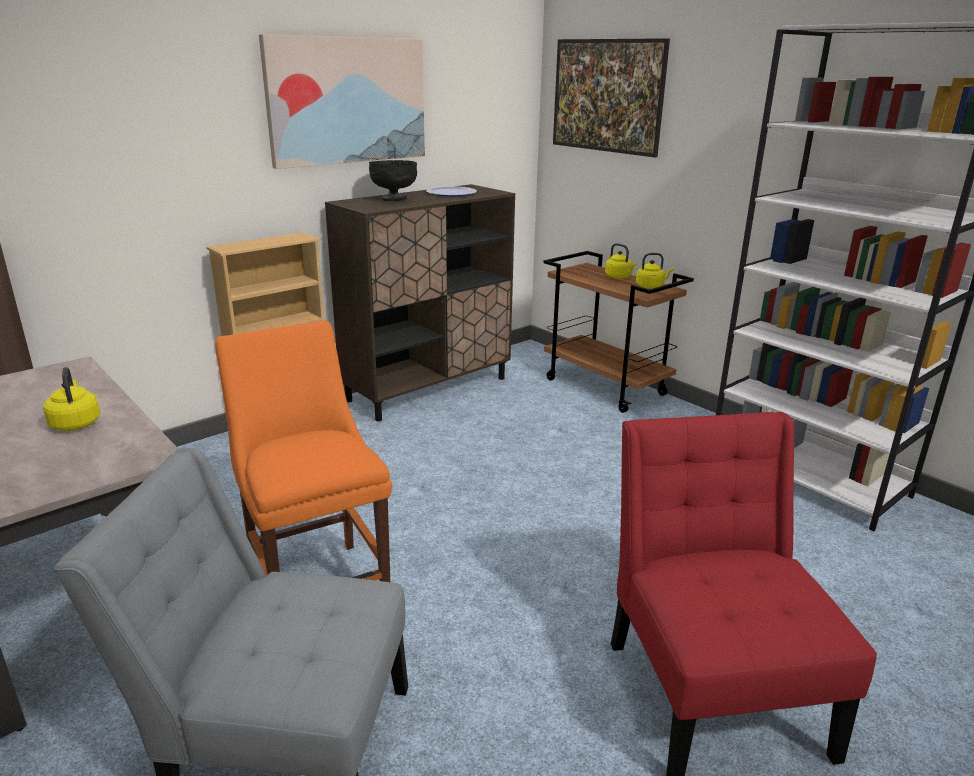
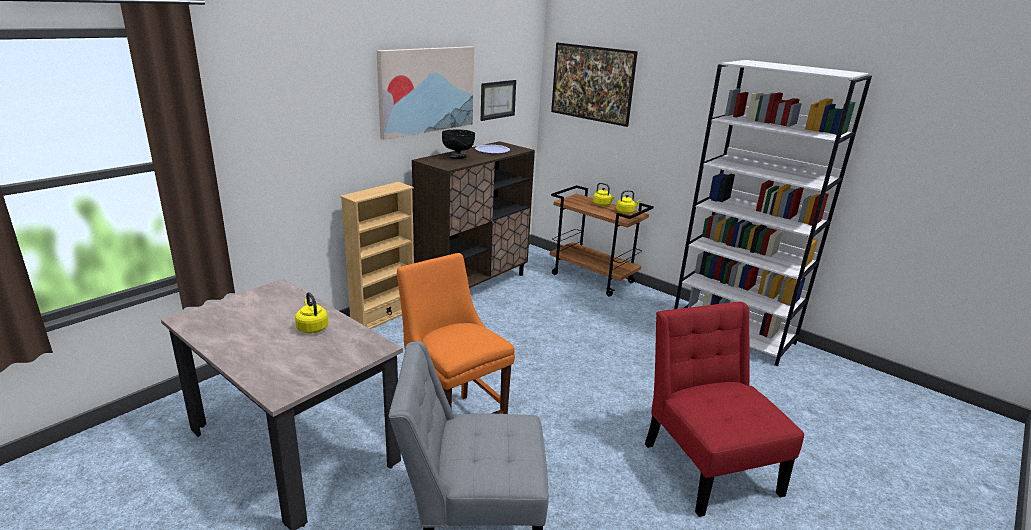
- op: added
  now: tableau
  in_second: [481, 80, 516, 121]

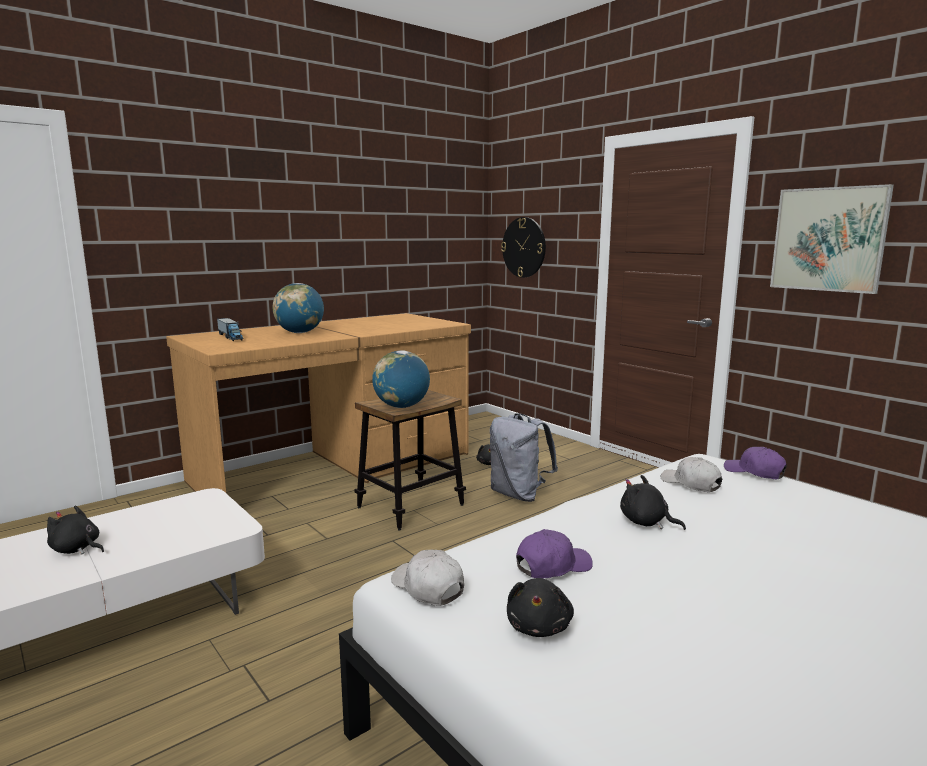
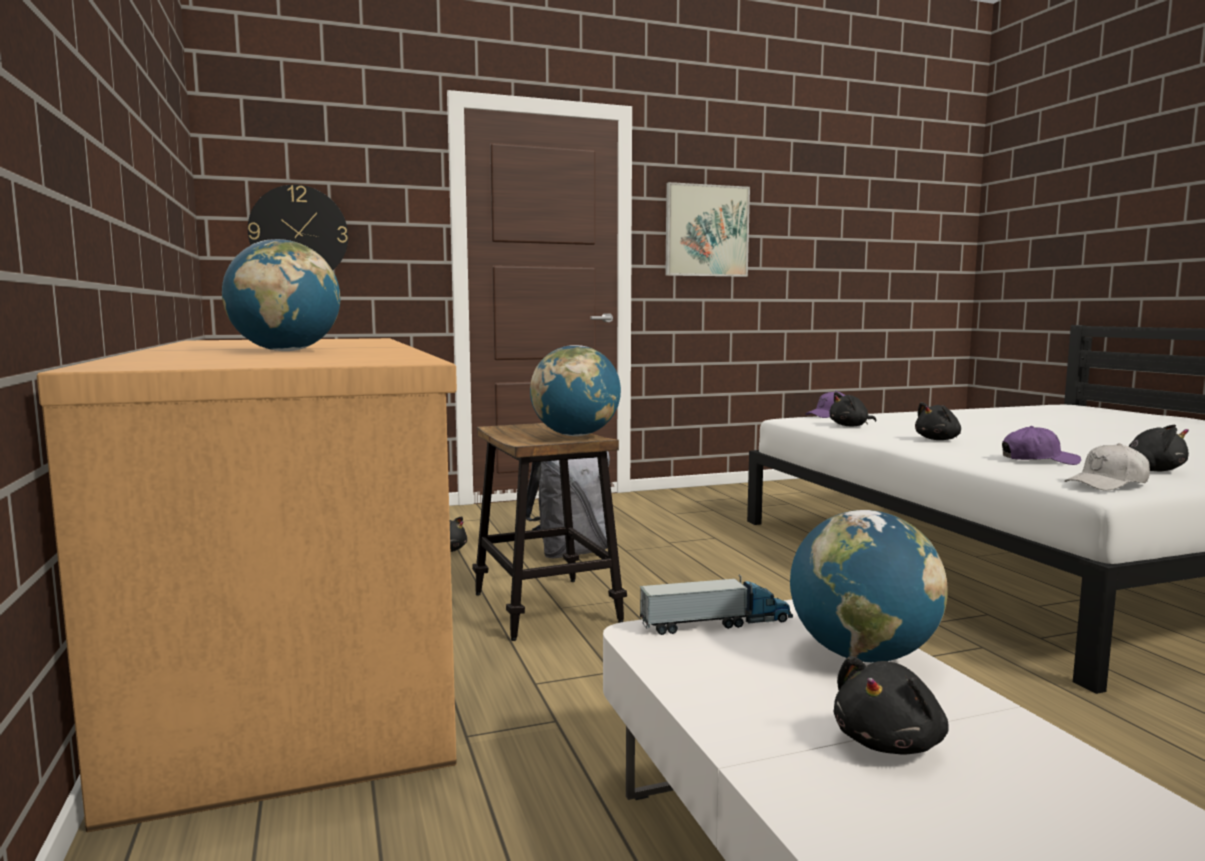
- op: moved
  was: camion jouet
  in_first: [217, 318, 243, 341]
  in_second: [639, 575, 793, 635]
- op: added
  now: globe
  in_second: [790, 510, 948, 662]
- op: replaced
  was: casquette (blanc)
  now: peluche (noir)
  in_first: [660, 457, 722, 492]
  in_second: [829, 392, 876, 426]
- op: turned
  was: casquette (violet)
  in_first: [516, 529, 593, 578]
  in_second: [1002, 426, 1081, 465]
  clockwise: 105

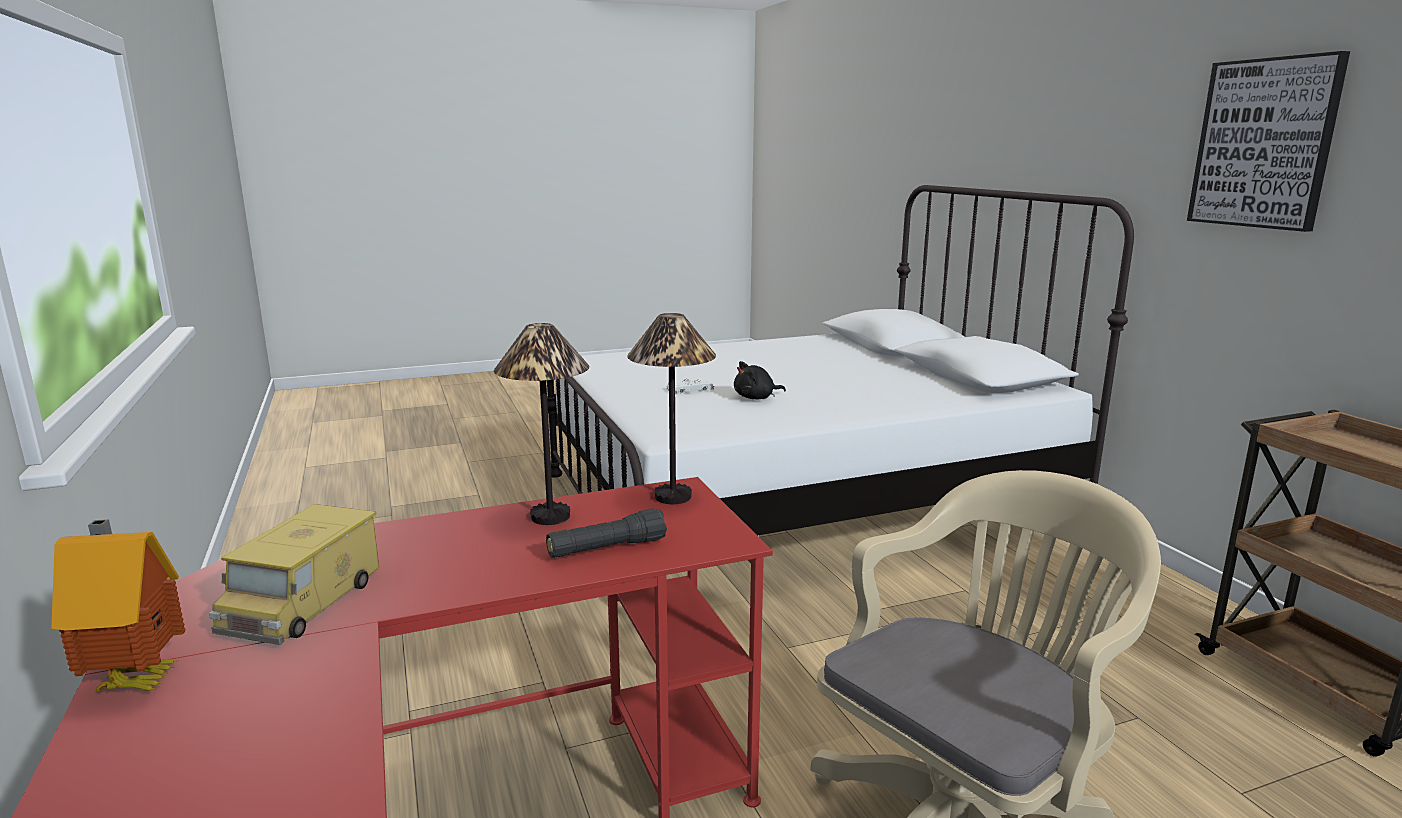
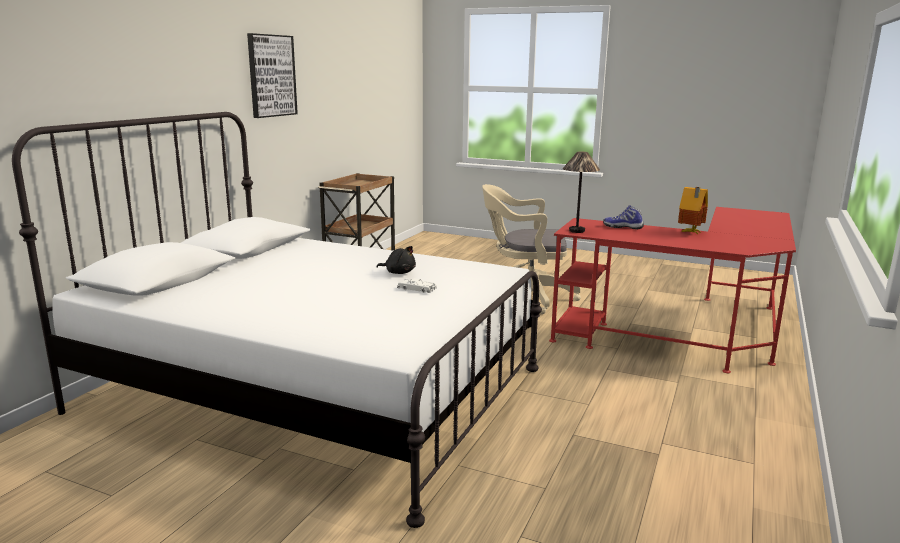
- op: replaced
  was: lampe de poche (noir)
  now: chaussure
  in_first: [546, 508, 667, 558]
  in_second: [603, 205, 644, 229]
- op: moved
  was: maison miniature
  in_first: [51, 519, 185, 693]
  in_second: [678, 187, 708, 235]
- op: removed
  was: camion jouet
  in_first: [209, 504, 379, 645]
- op: removed
  was: lampe de table
  in_first: [494, 323, 589, 525]

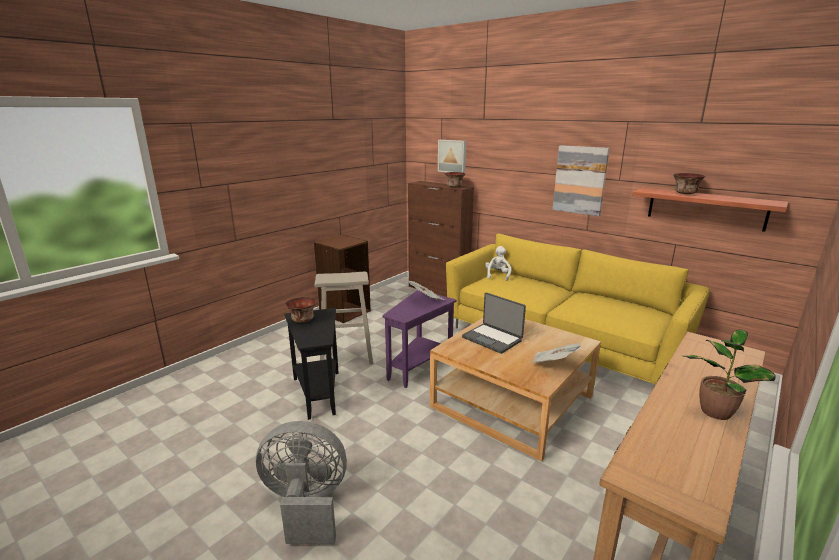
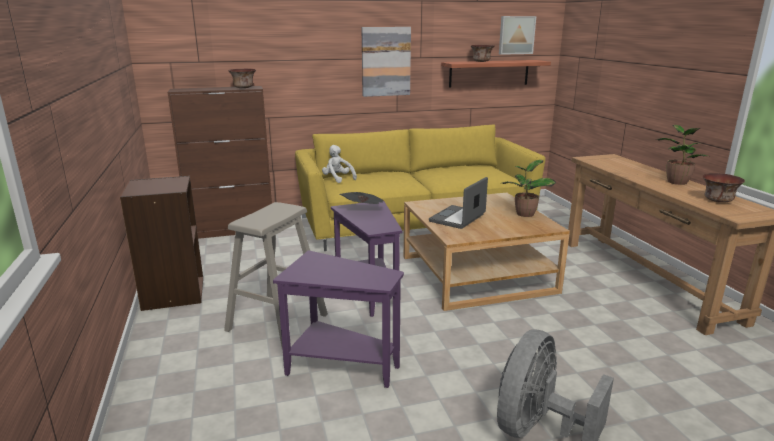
- op: recoloured
  was: table d'appoint (noir)
  now: table d'appoint (violet)
  in_first: [284, 308, 339, 420]
  in_second: [273, 251, 404, 388]
- op: turned
  was: ordinateur portable
  in_first: [462, 292, 526, 354]
  in_second: [429, 177, 488, 229]
  clockwise: 135
- op: moved
  was: tableau
  in_first: [438, 140, 466, 173]
  in_second: [499, 16, 536, 55]
- op: replaced
  was: journal
  now: plante en pot
  in_first: [531, 343, 581, 363]
  in_second: [502, 160, 556, 217]
- op: moved
  was: bol
  in_first: [285, 297, 316, 323]
  in_second: [703, 173, 745, 203]

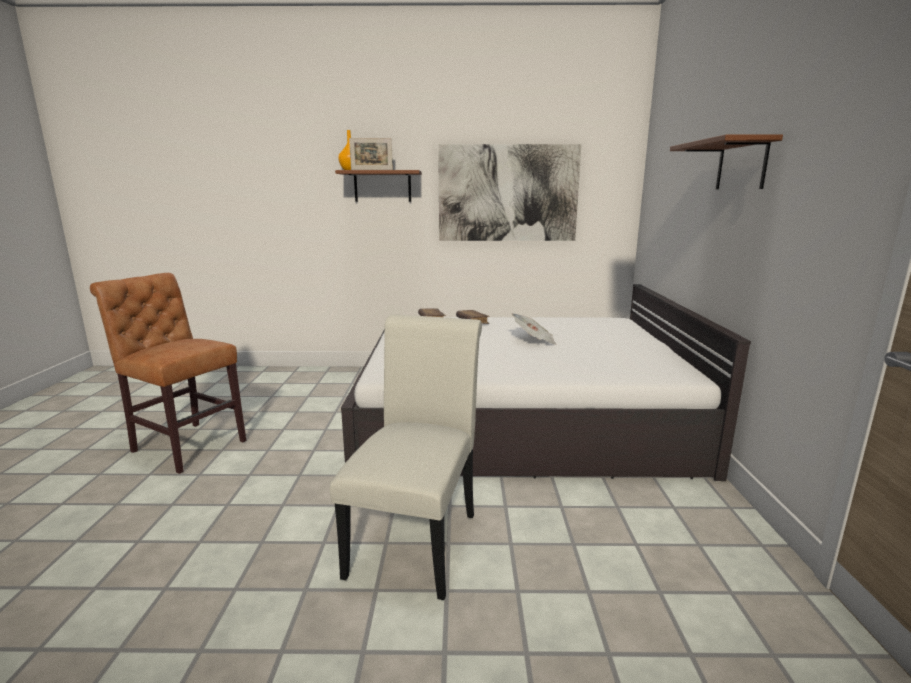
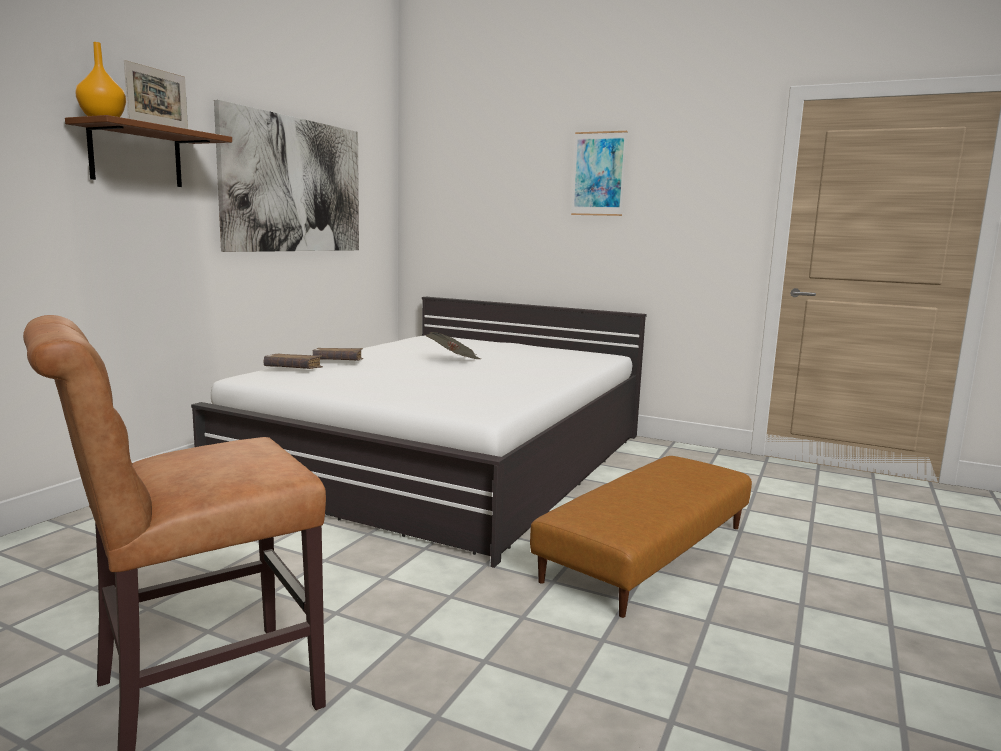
- op: replaced
  was: chaise (blanc)
  now: pouf (marron)
  in_first: [329, 314, 482, 600]
  in_second: [530, 456, 752, 618]
- op: replaced
  was: étagère (marron)
  now: tableau
  in_first: [670, 134, 783, 189]
  in_second: [571, 131, 627, 216]

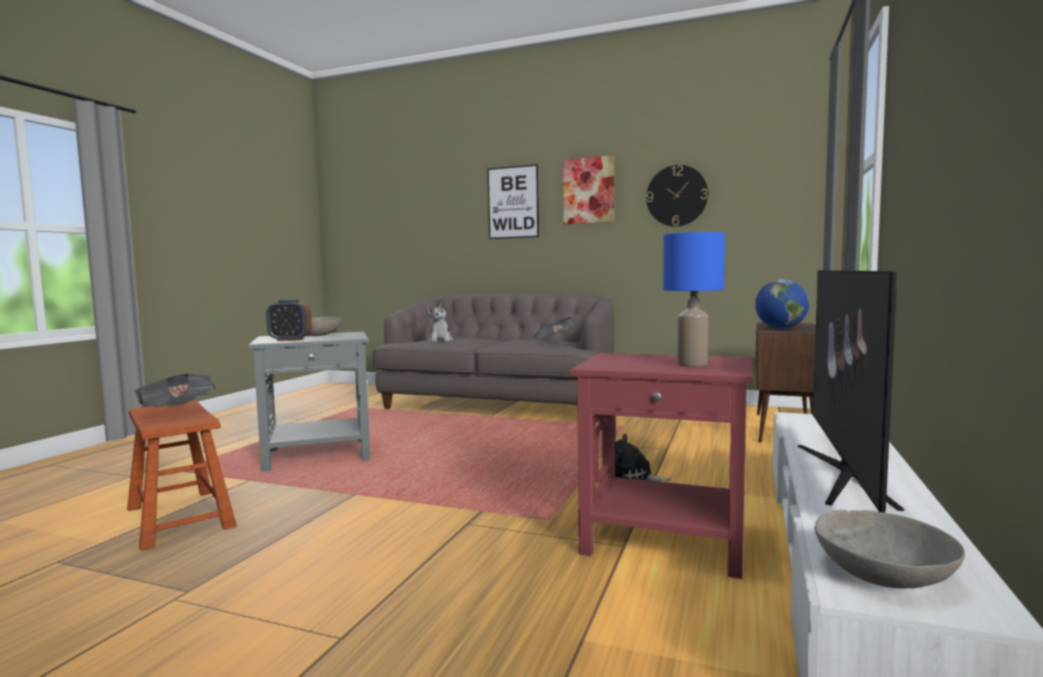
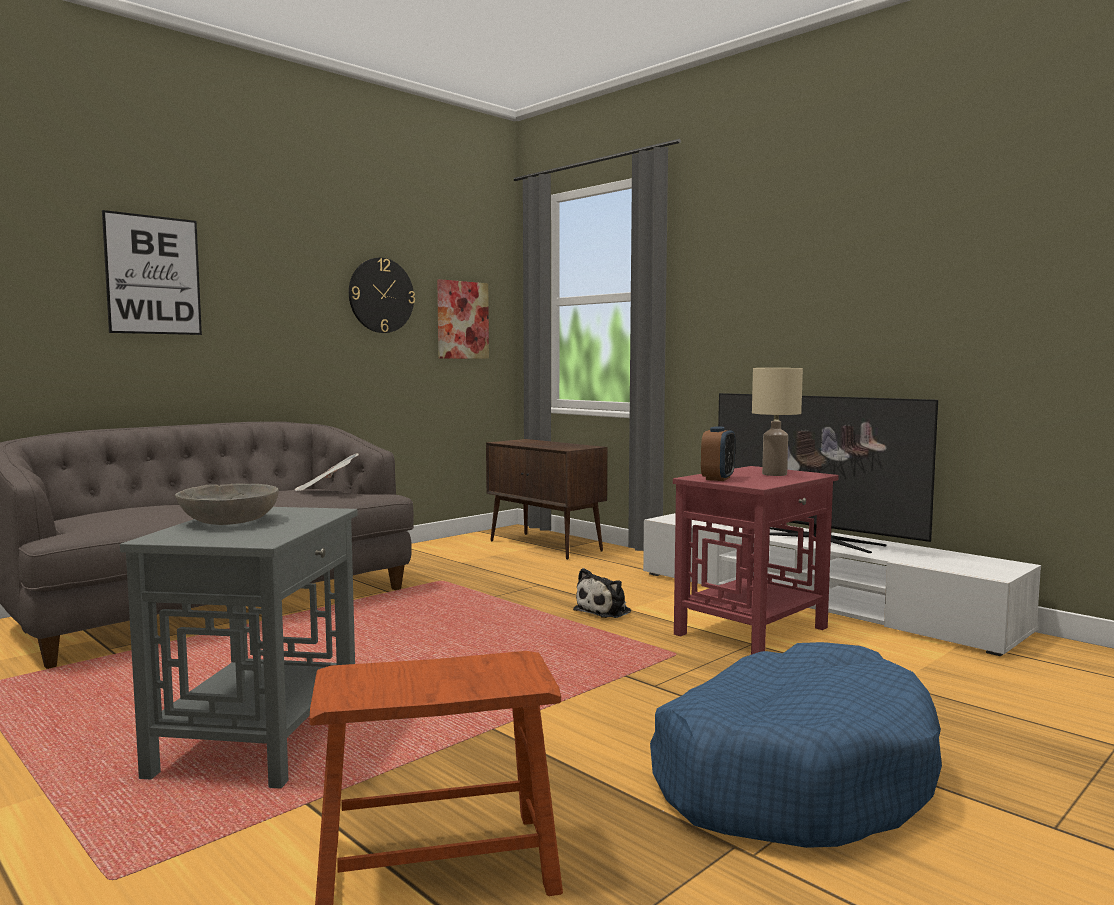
- op: moved
  was: tableau
  in_first: [563, 155, 614, 224]
  in_second: [437, 279, 489, 359]
- op: added
  now: panier pour chien (bleu)
  in_second: [650, 642, 942, 848]
- op: moved
  was: réveil
  in_first: [266, 300, 312, 341]
  in_second: [701, 426, 735, 481]
- op: recoloured
  was: lampe de table (bleu)
  now: lampe de table (beige)
  in_first: [663, 232, 725, 366]
  in_second: [752, 368, 803, 476]
- op: removed
  was: journal
  in_first: [134, 374, 216, 407]
- op: removed
  was: peluche
  in_first: [427, 302, 453, 342]
- op: removed
  was: globe
  in_first: [755, 279, 809, 329]
- op: removed
  was: bol (gris)
  in_first: [814, 510, 965, 589]

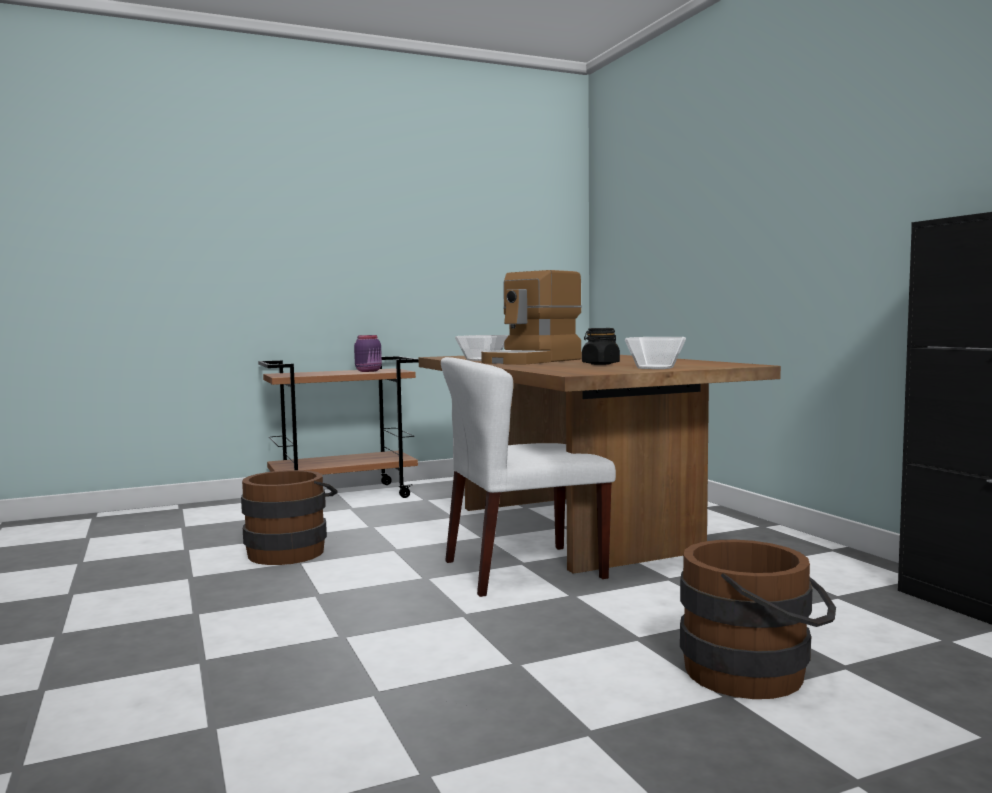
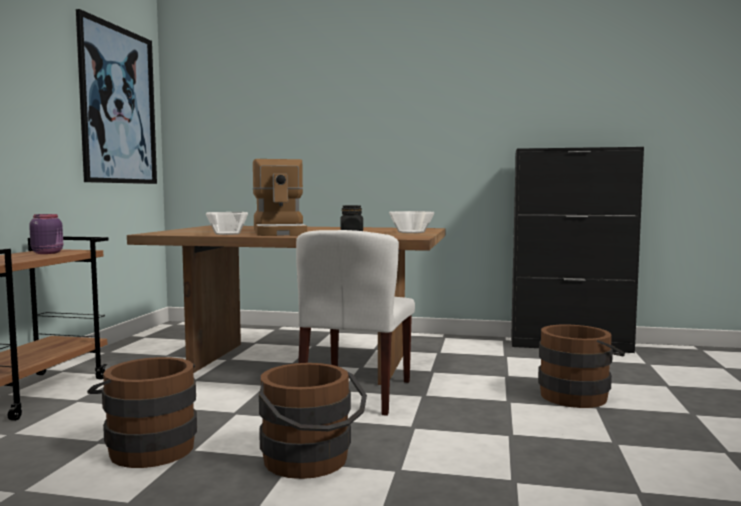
- op: added
  now: tableau
  in_second: [76, 9, 157, 184]
- op: added
  now: seau (marron)
  in_second: [259, 363, 367, 479]

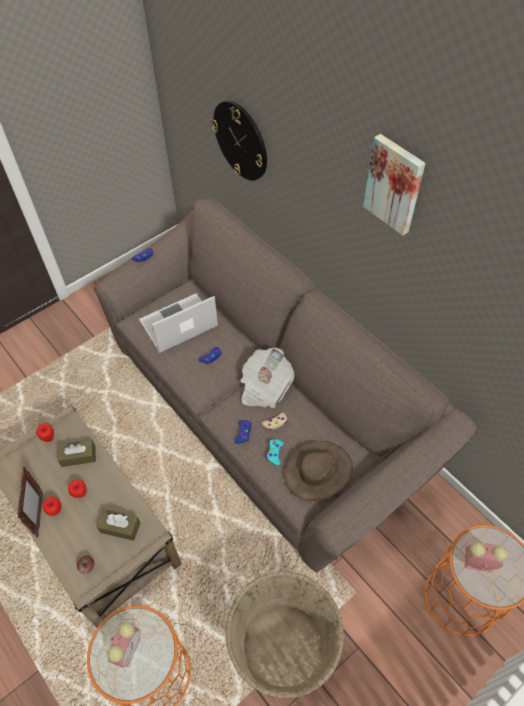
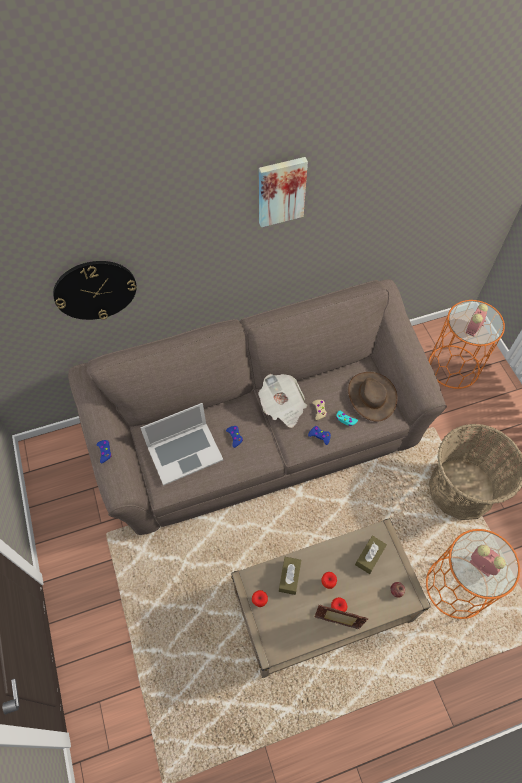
- op: turned
  was: ordinateur portable
  in_first: [139, 294, 218, 353]
  in_second: [140, 403, 223, 486]
  clockwise: -105

